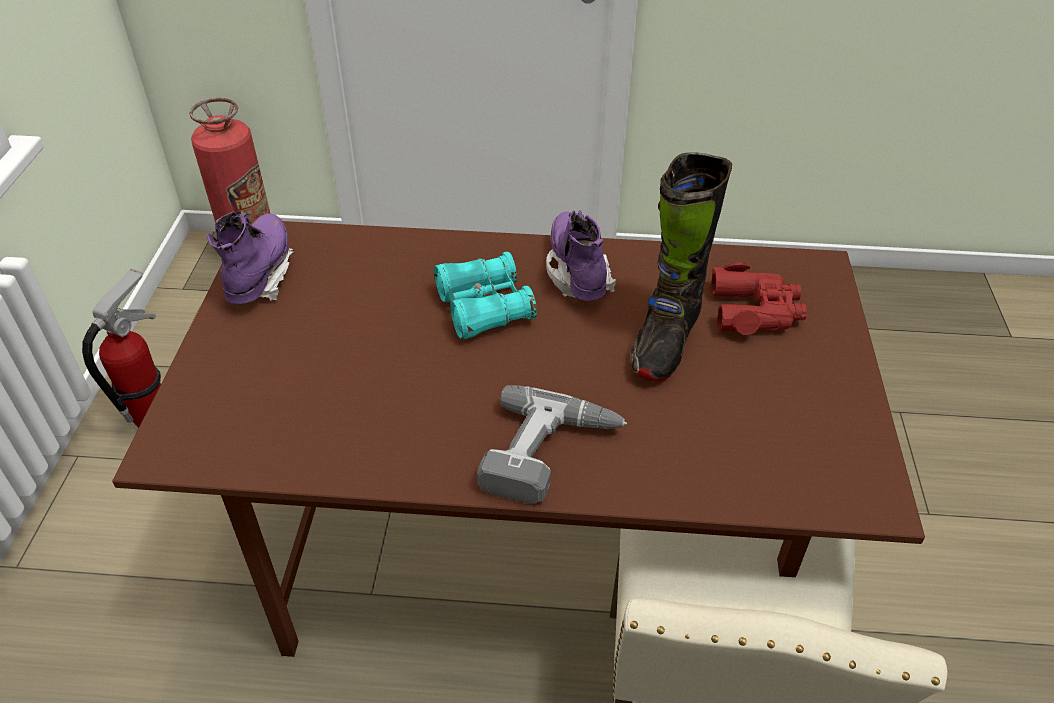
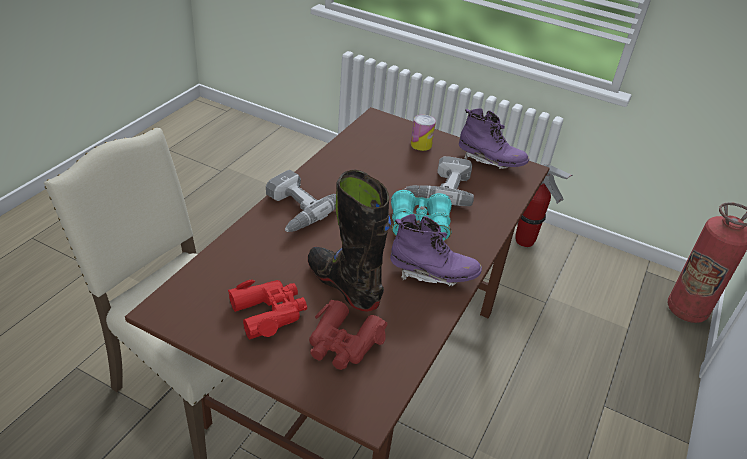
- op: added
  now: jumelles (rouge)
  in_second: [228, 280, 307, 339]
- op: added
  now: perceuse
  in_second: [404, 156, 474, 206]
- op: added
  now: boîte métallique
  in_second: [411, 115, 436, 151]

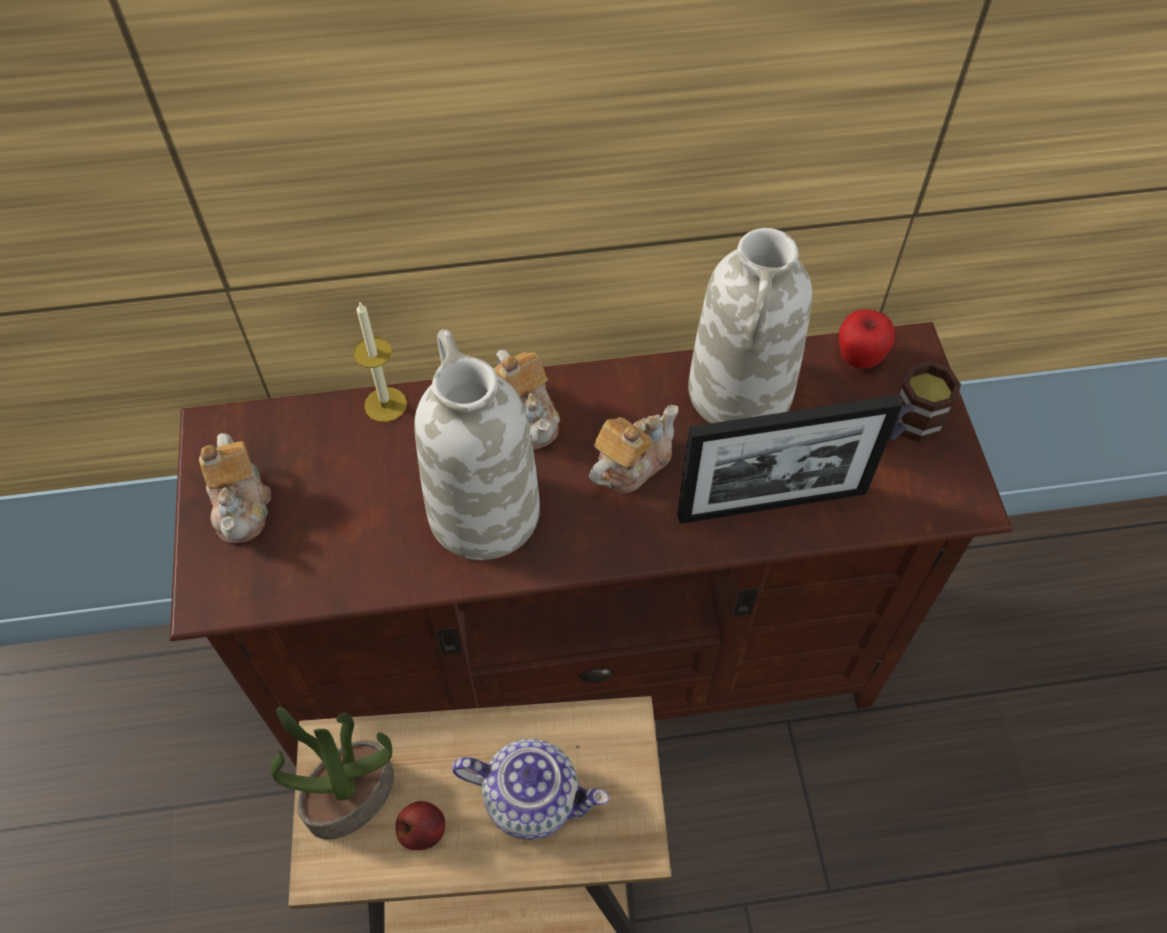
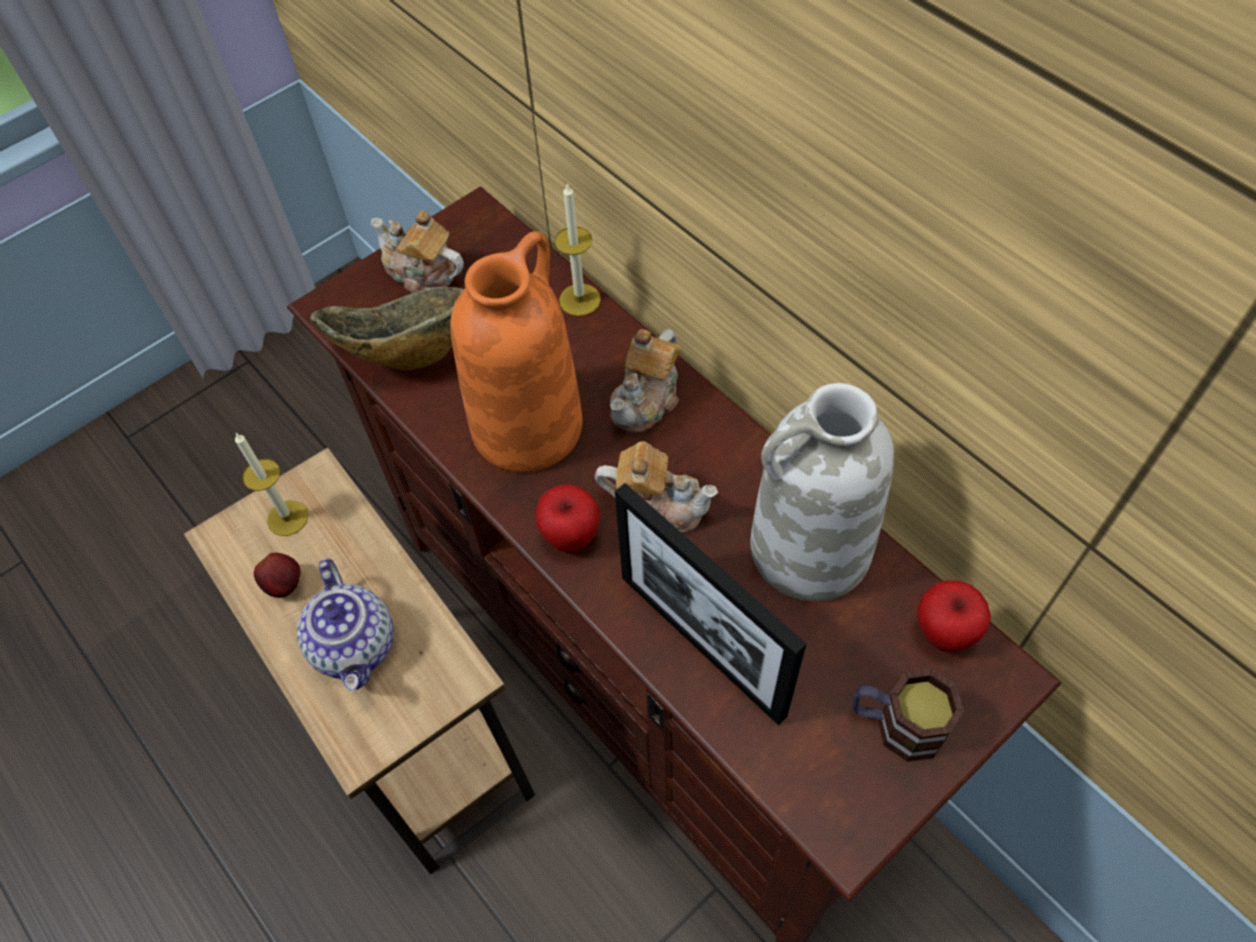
- op: replaced
  was: plante en pot
  now: bougie
  in_first: [271, 707, 394, 840]
  in_second: [235, 433, 308, 536]
- op: added
  now: bol
  in_second: [310, 287, 464, 370]
- op: turned
  was: théière
  in_first: [199, 433, 271, 543]
  in_second: [371, 210, 464, 293]
  clockwise: 75
- op: recoloured
  was: vase (blanc)
  now: vase (orange)
  in_first: [414, 329, 540, 560]
  in_second: [450, 231, 583, 472]
- op: added
  now: pomme
  in_second: [535, 484, 600, 552]

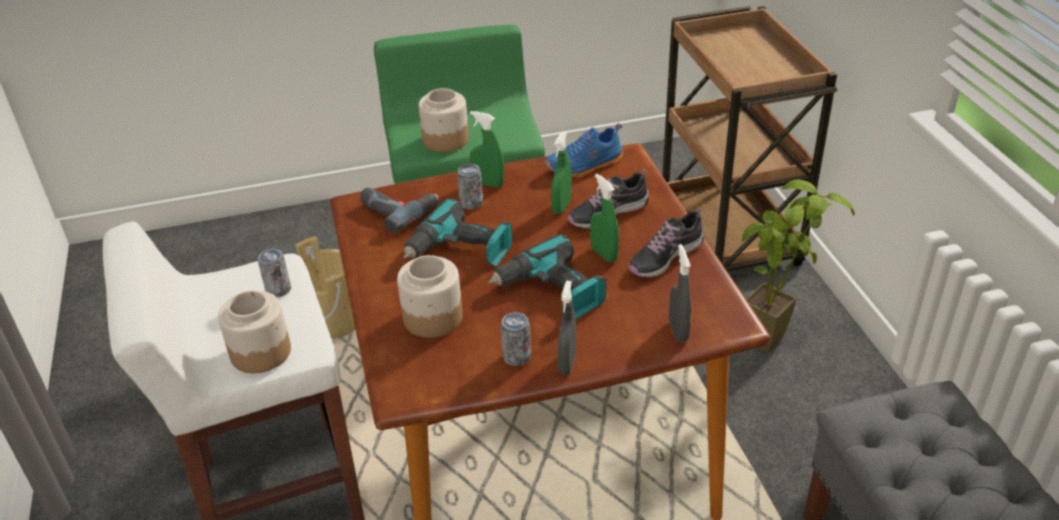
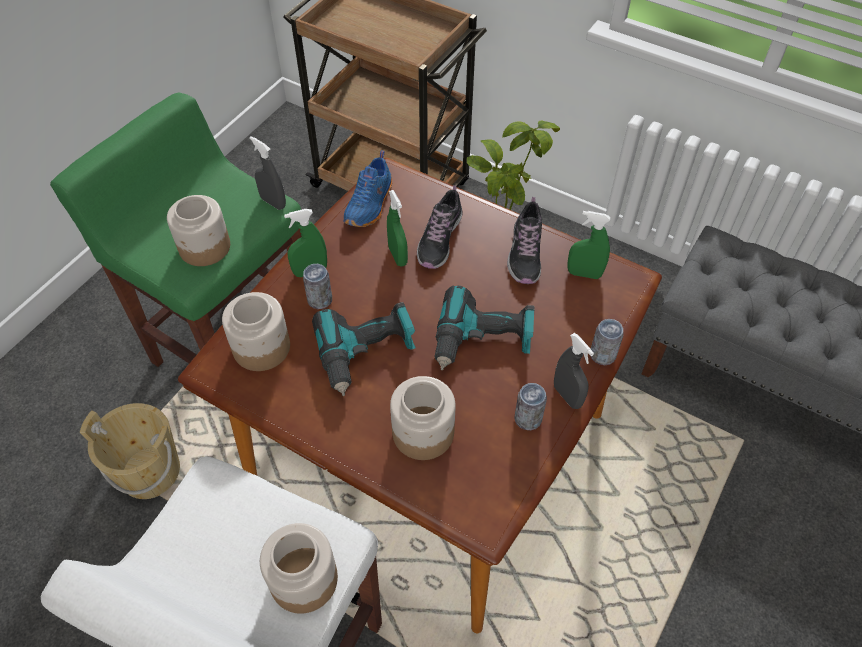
- op: replaced
  was: perceuse
  now: bocal
  in_first: [360, 188, 439, 233]
  in_second: [222, 292, 290, 371]
- op: moved
  was: vaporisateur (gris)
  in_first: [669, 244, 691, 342]
  in_second: [249, 136, 286, 210]
- op: moved
  was: vaporisateur (vert)
  in_first: [590, 174, 619, 263]
  in_second: [568, 211, 611, 279]
- op: moved
  was: boîte métallique
  in_first: [258, 249, 291, 297]
  in_second: [591, 319, 623, 365]

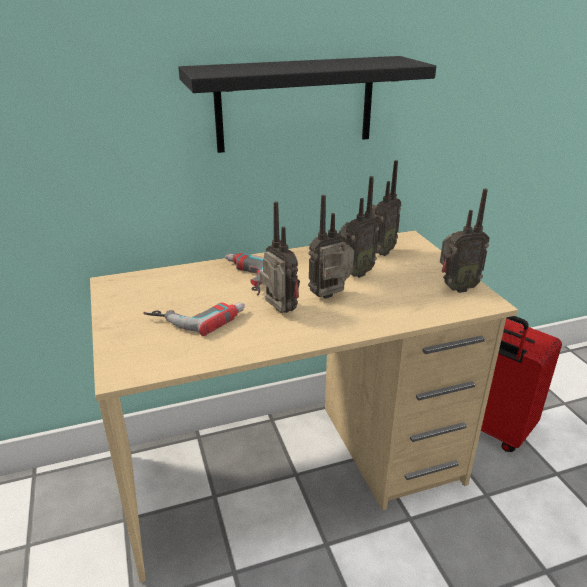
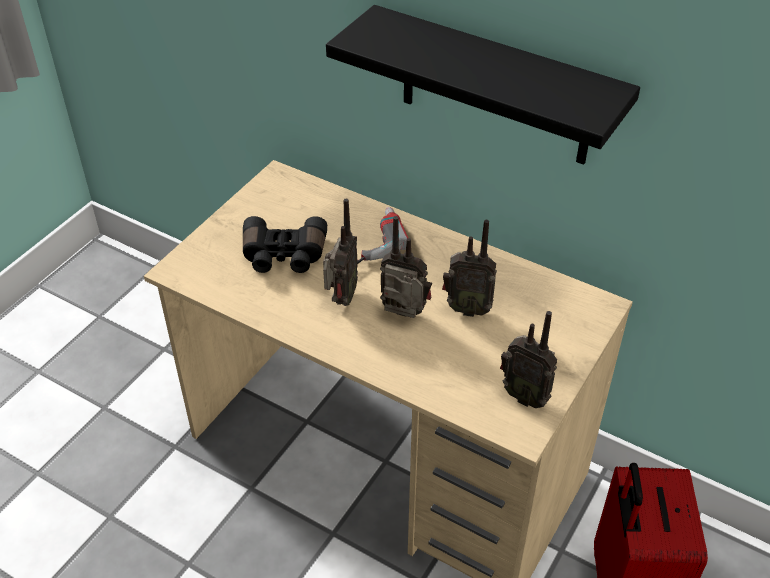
- op: replaced
  was: perceuse
  now: jumelles (noir)
  in_first: [143, 303, 245, 336]
  in_second: [243, 216, 327, 273]
- op: removed
  was: radio
  in_first: [372, 160, 401, 256]

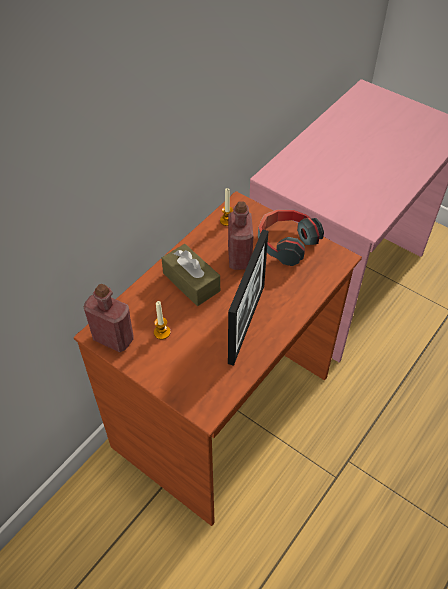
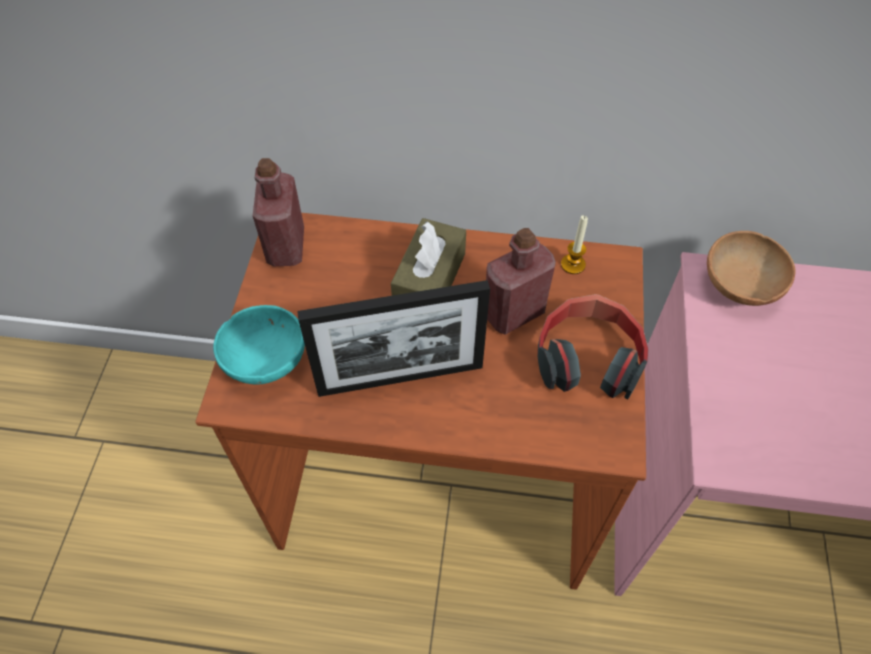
- op: added
  now: bol (turquoise)
  in_second: [213, 305, 305, 385]
- op: added
  now: bol (marron)
  in_second: [707, 231, 796, 306]
- op: removed
  was: bougie
  in_first: [154, 301, 171, 339]

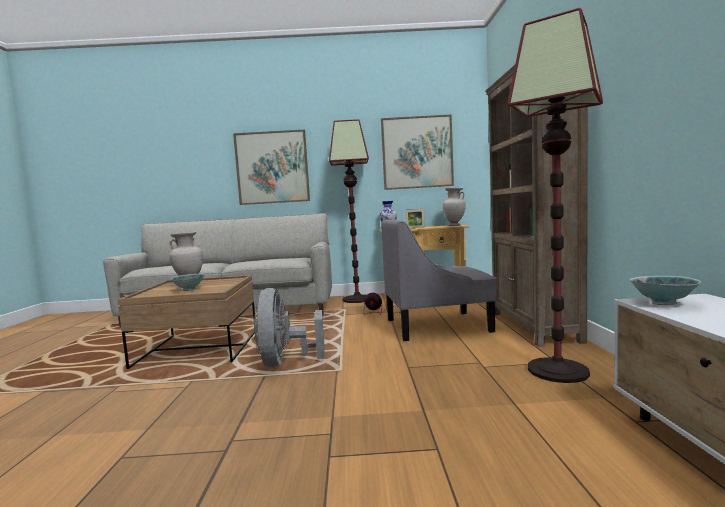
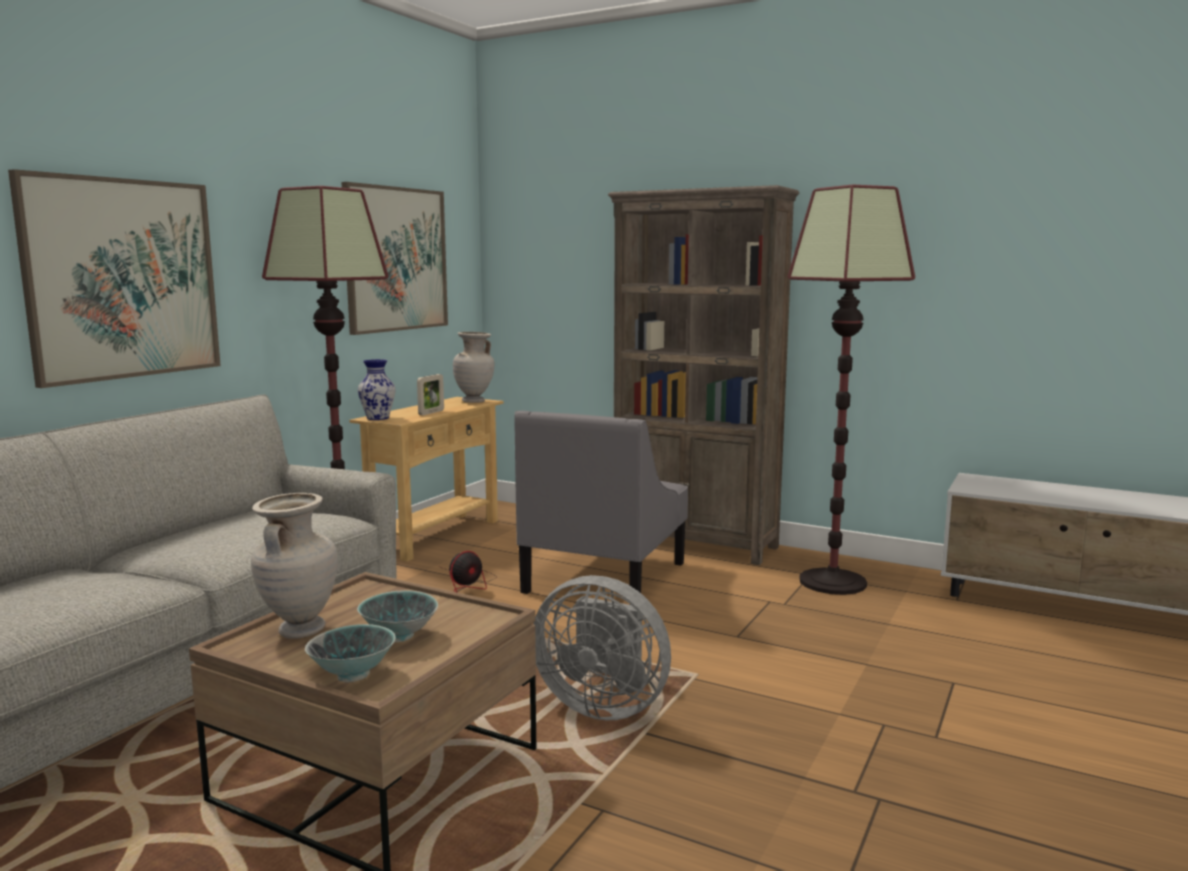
- op: moved
  was: bol
  in_first: [629, 276, 701, 305]
  in_second: [305, 624, 396, 682]

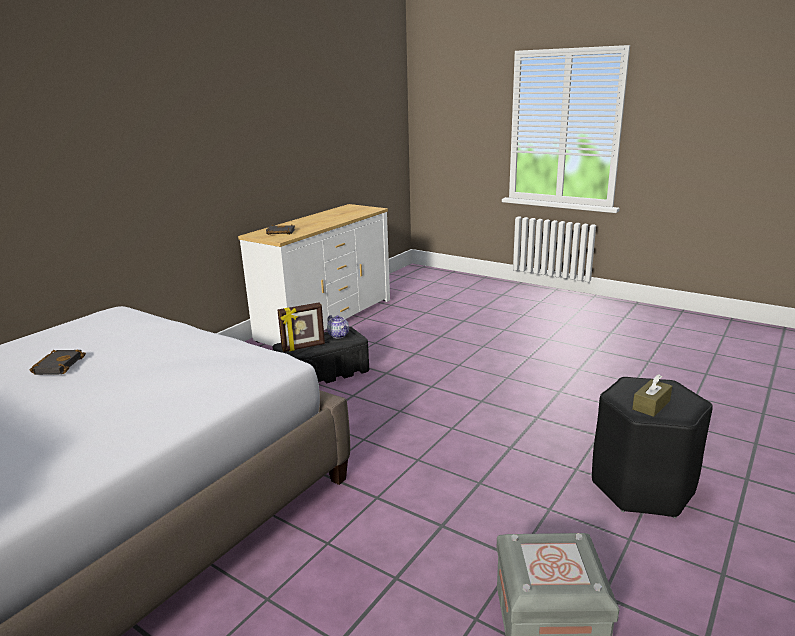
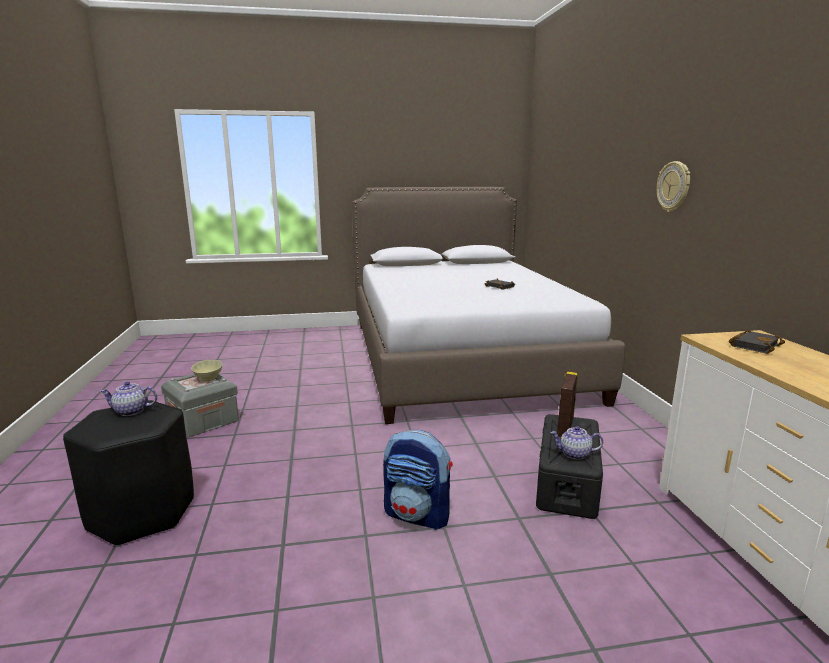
- op: replaced
  was: boîte à mouchoirs (marron)
  now: théière
  in_first: [632, 374, 672, 417]
  in_second: [100, 382, 157, 416]
- op: added
  now: bol (beige)
  in_second: [191, 360, 223, 381]
- op: added
  now: sac à dos
  in_second: [383, 430, 453, 530]
- op: added
  now: horloge murale
  in_second: [656, 161, 690, 212]

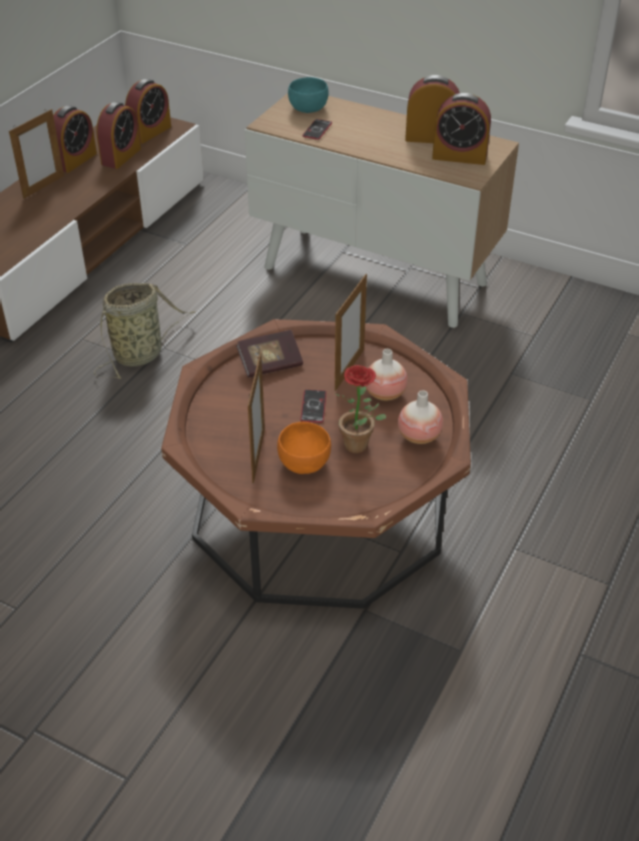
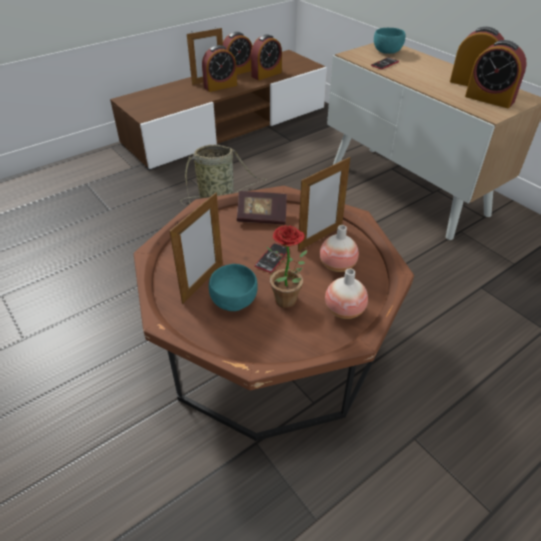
- op: moved
  was: réveil
  in_first: [125, 79, 171, 144]
  in_second: [202, 45, 237, 92]
- op: recoloured
  was: bol (orange)
  now: bol (turquoise)
  in_first: [277, 422, 331, 474]
  in_second: [209, 264, 258, 311]

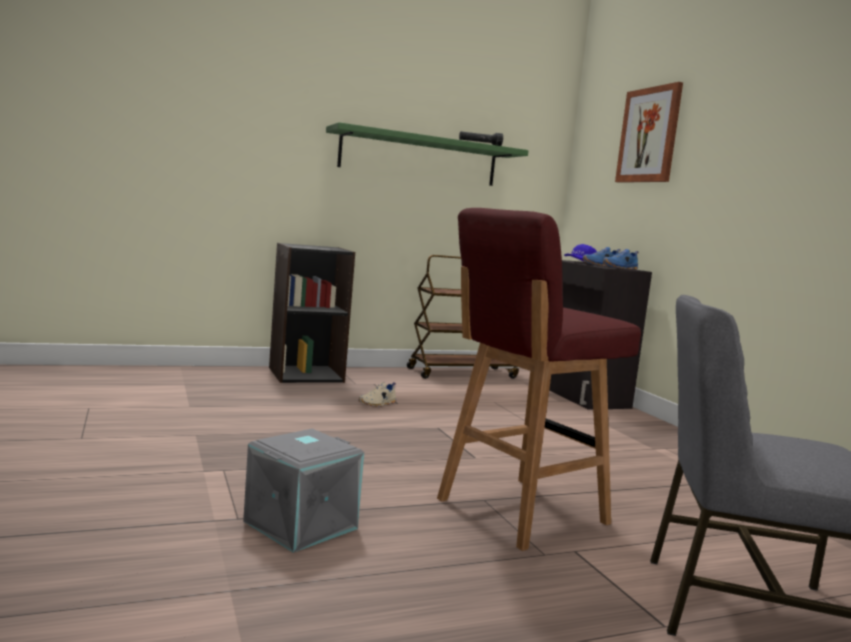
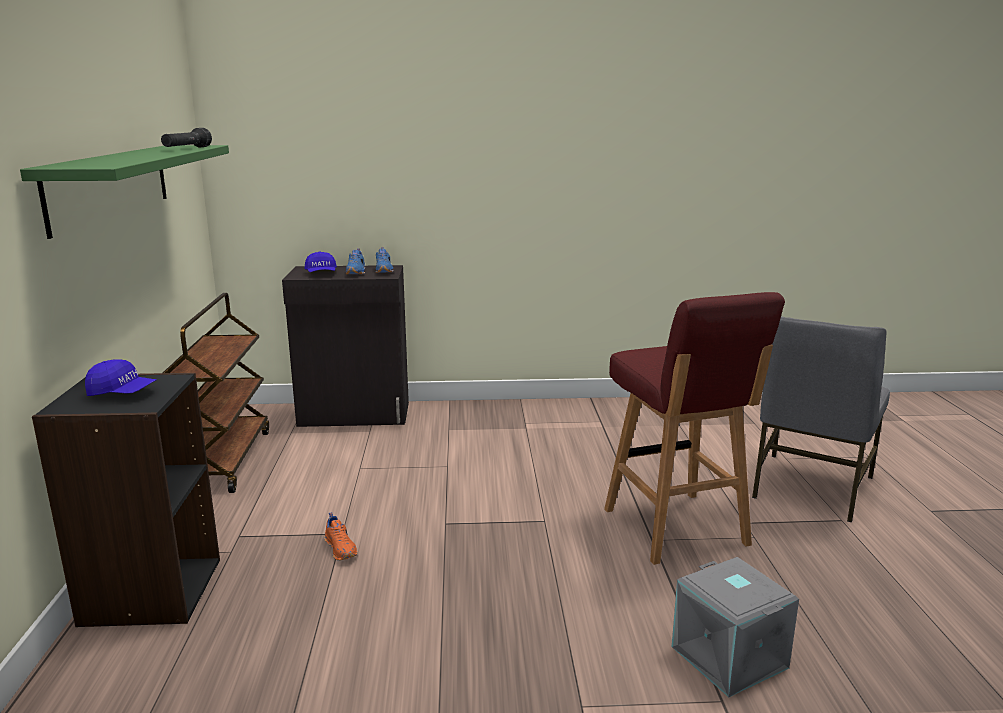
- op: added
  now: casquette (bleu)
  in_second: [85, 359, 157, 396]
- op: recoloured
  was: chaussure (beige)
  now: chaussure (orange)
  in_first: [359, 382, 396, 407]
  in_second: [324, 512, 358, 561]
- op: removed
  was: tableau
  in_first: [615, 82, 683, 183]

